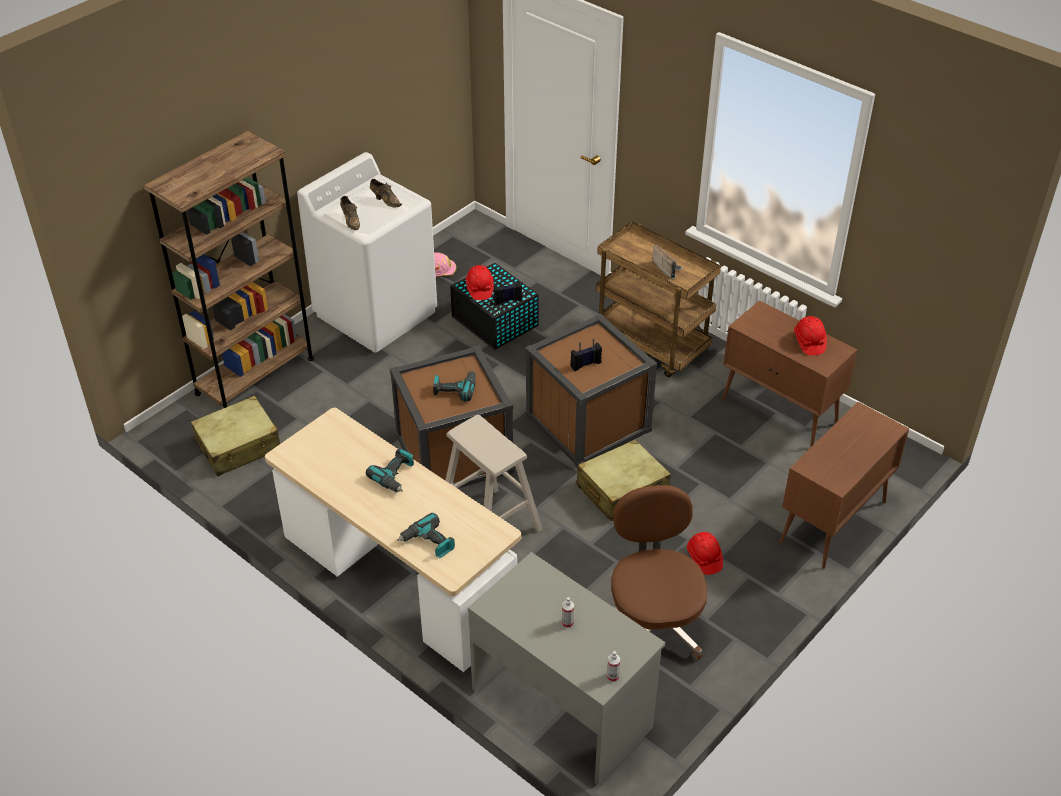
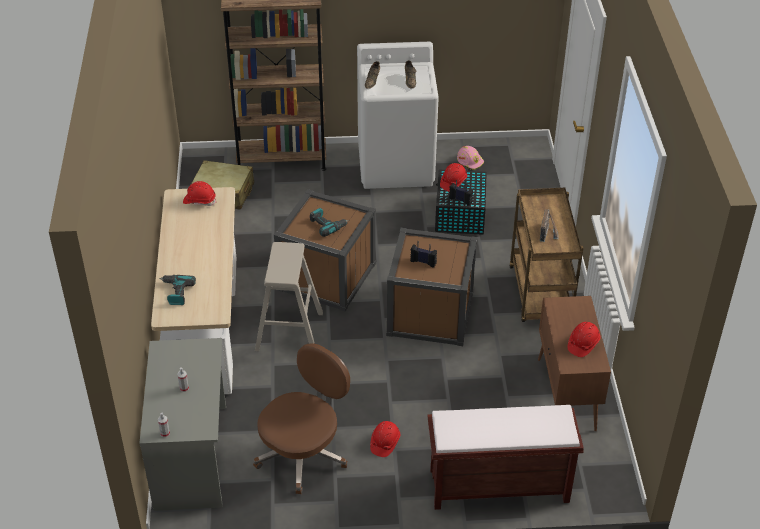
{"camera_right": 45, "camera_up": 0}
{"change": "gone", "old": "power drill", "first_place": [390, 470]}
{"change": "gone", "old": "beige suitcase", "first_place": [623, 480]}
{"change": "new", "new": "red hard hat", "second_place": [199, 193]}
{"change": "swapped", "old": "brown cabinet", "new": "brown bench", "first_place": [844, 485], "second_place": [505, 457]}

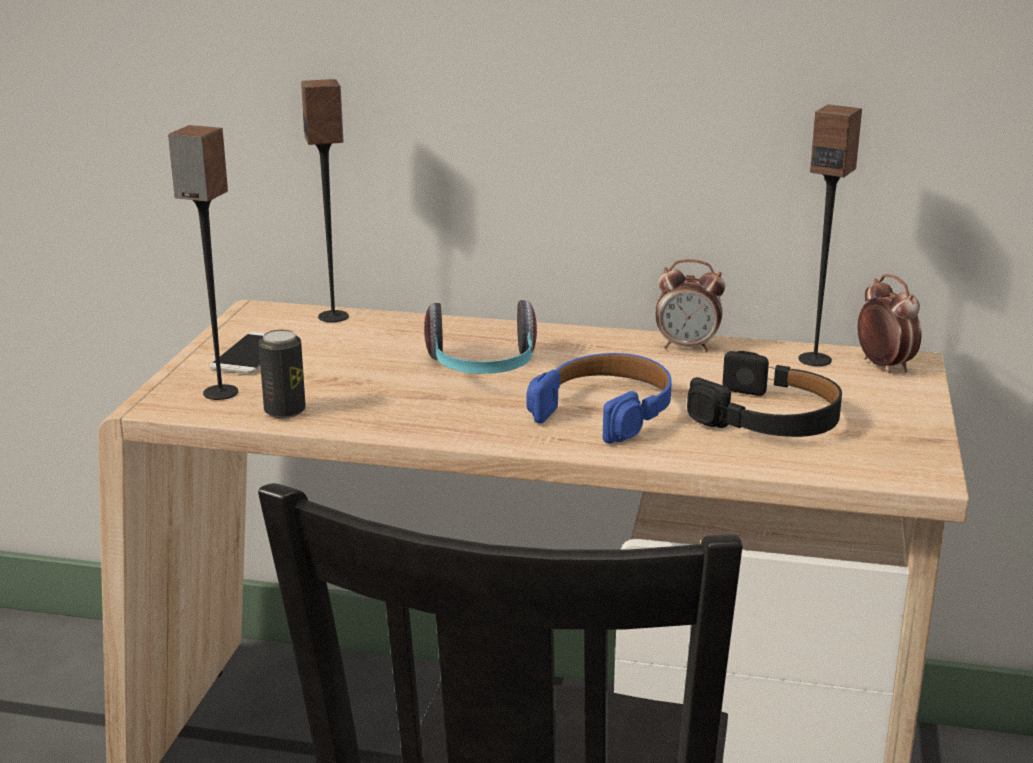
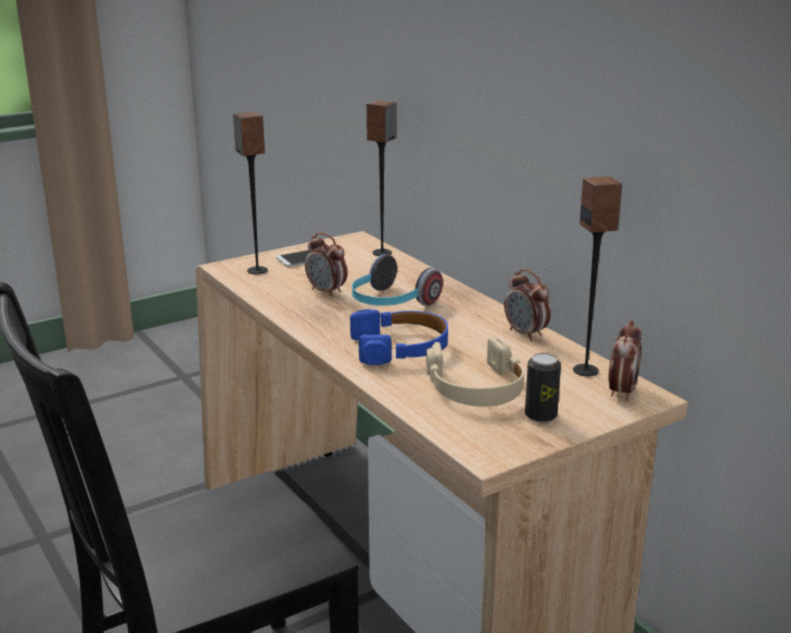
{"camera_right": 45, "camera_up": 0}
{"change": "new", "new": "alarm clock", "second_place": [326, 265]}
{"change": "shifted", "old": "can", "first_place": [282, 373], "second_place": [543, 387]}
{"change": "repainted", "old": "black headphones", "new": "beige headphones", "first_place": [764, 394], "second_place": [475, 372]}

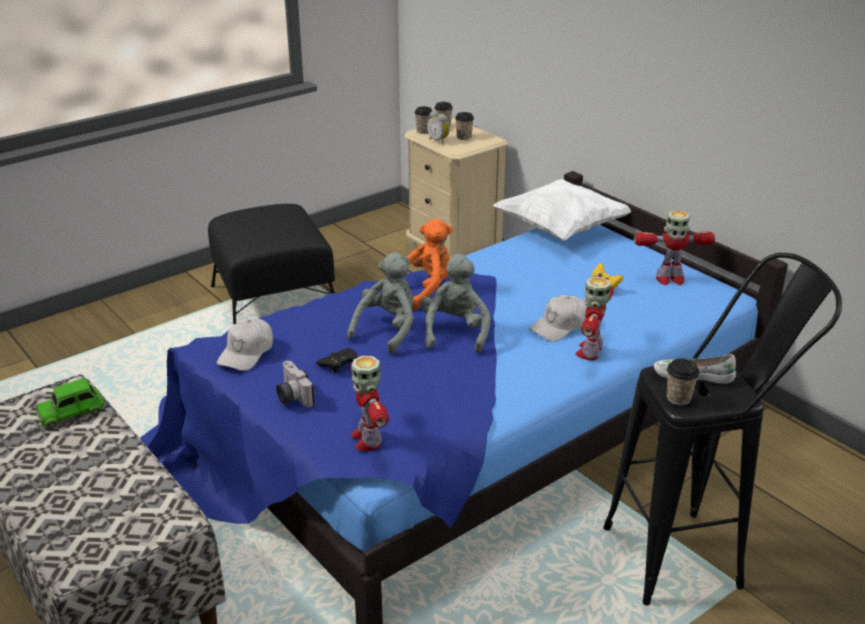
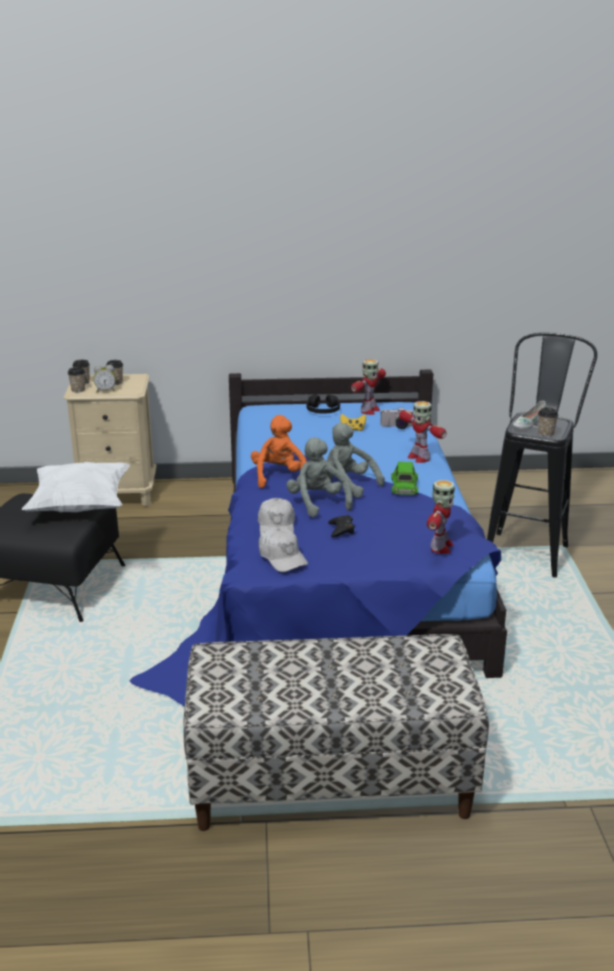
{"camera_right": -55, "camera_up": -5}
{"change": "new", "new": "black headphones", "second_place": [323, 404]}
{"change": "shifted", "old": "green toy car", "first_place": [69, 403], "second_place": [404, 478]}
{"change": "shifted", "old": "photo camera", "first_place": [295, 384], "second_place": [396, 418]}
{"change": "shifted", "old": "white pillow", "first_place": [561, 210], "second_place": [76, 487]}
{"change": "shifted", "old": "white cap", "first_place": [558, 318], "second_place": [276, 516]}
{"change": "rotated", "old": "toy robot", "first_place": [369, 403], "second_place": [441, 517], "degrees": -90}

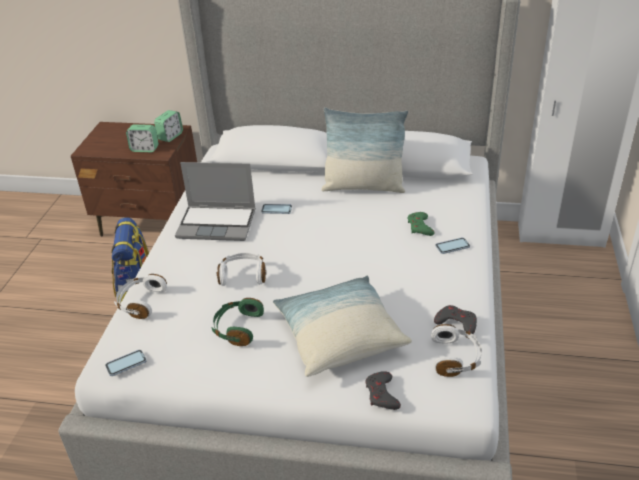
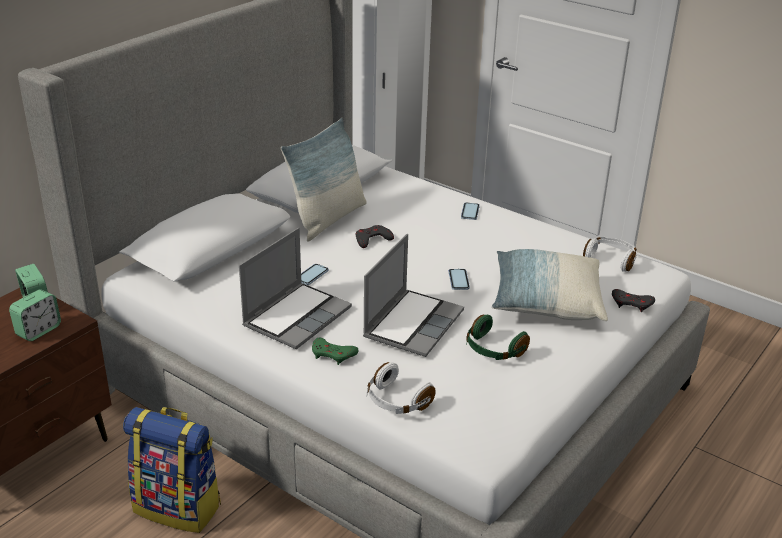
{"camera_right": -65, "camera_up": -5}
{"change": "shifted", "old": "phone", "first_place": [126, 363], "second_place": [459, 279]}
{"change": "shifted", "old": "green game controller", "first_place": [421, 224], "second_place": [335, 351]}
{"change": "shifted", "old": "grey game controller", "first_place": [455, 319], "second_place": [375, 236]}
{"change": "swapped", "old": "white headphones", "new": "laptop", "first_place": [242, 269], "second_place": [413, 295]}

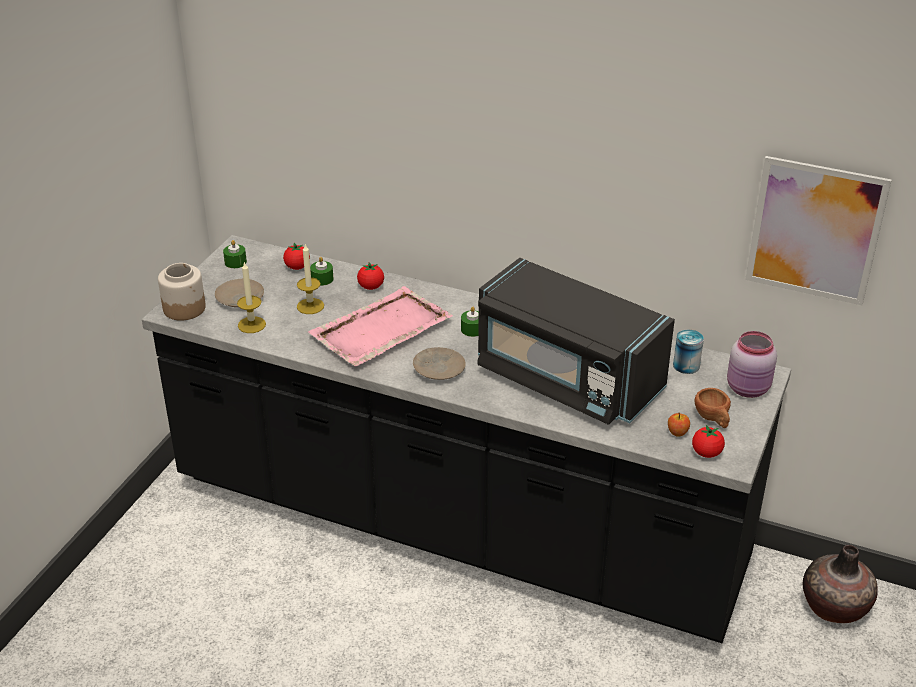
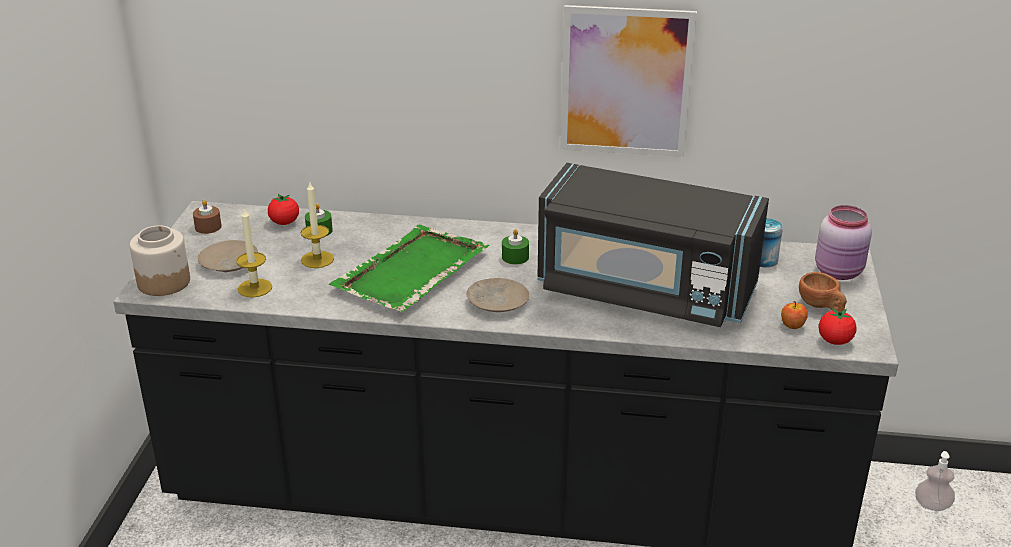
{"camera_right": -15, "camera_up": -5}
{"change": "gone", "old": "tomato", "first_place": [370, 276]}
{"change": "shifted", "old": "picture", "first_place": [818, 230], "second_place": [628, 81]}
{"change": "swapped", "old": "vase", "new": "soap dispenser", "first_place": [840, 584], "second_place": [935, 481]}
{"change": "repainted", "old": "green candle", "new": "brown candle", "first_place": [235, 254], "second_place": [207, 216]}
{"change": "repainted", "old": "pink tray", "new": "green tray", "first_place": [380, 326], "second_place": [409, 268]}

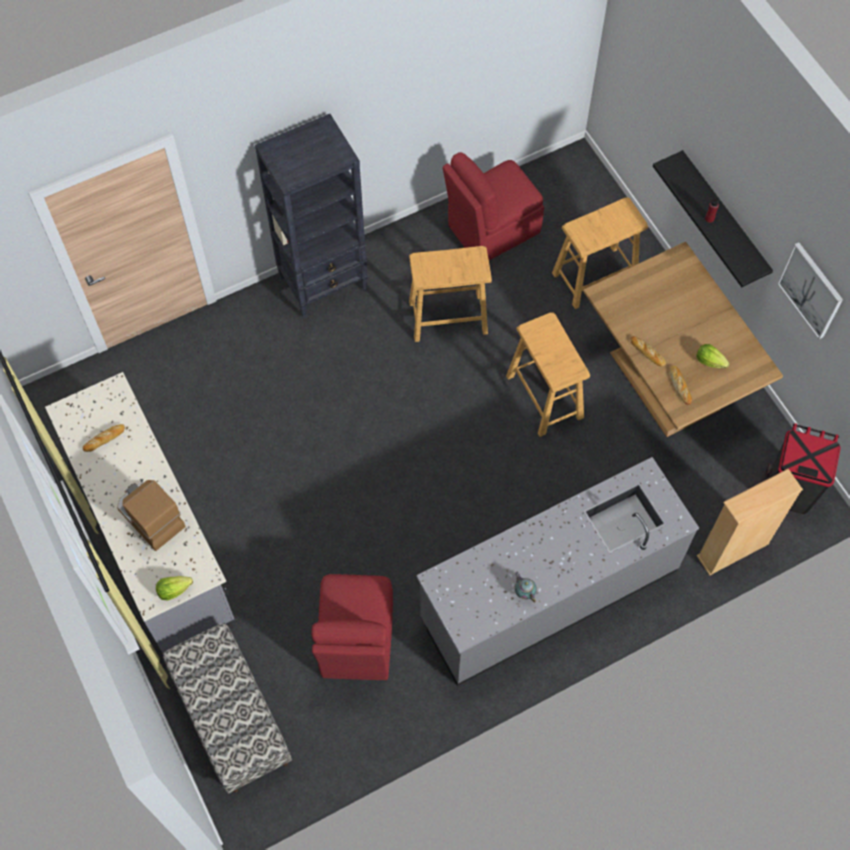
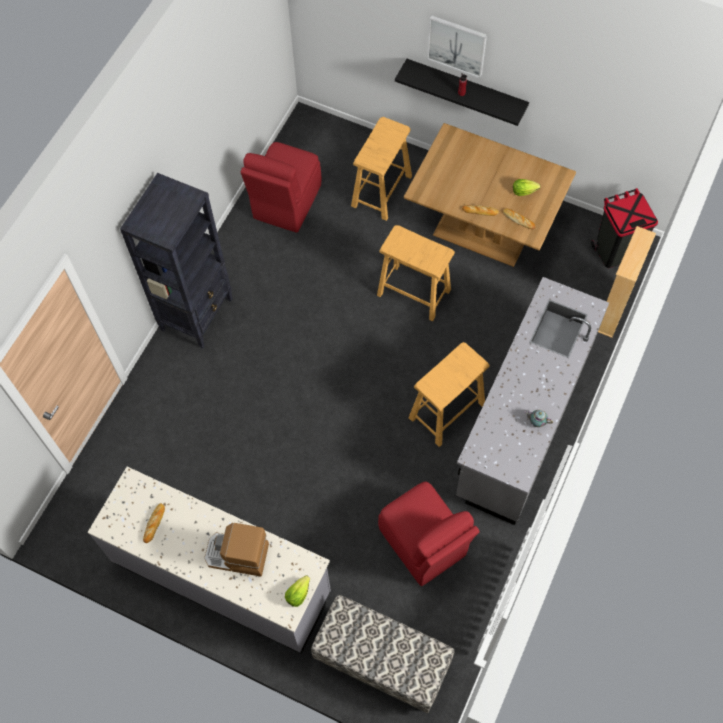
{"camera_right": -35, "camera_up": 0}
{"change": "shifted", "old": "beige stool", "first_place": [450, 294], "second_place": [449, 394]}
{"change": "shifted", "old": "picture", "first_place": [810, 290], "second_place": [457, 46]}

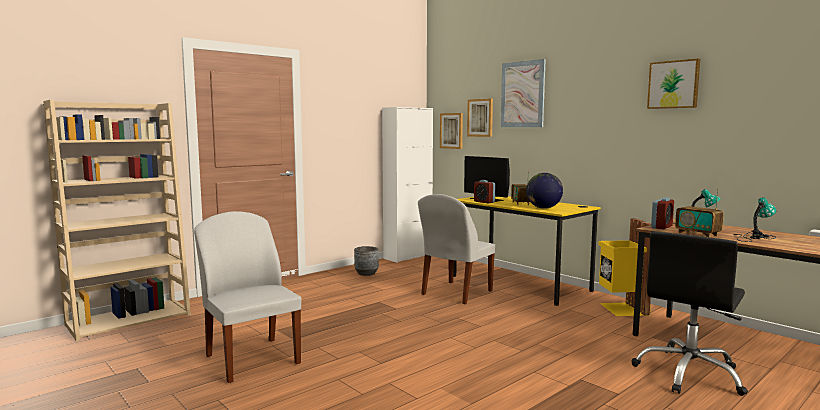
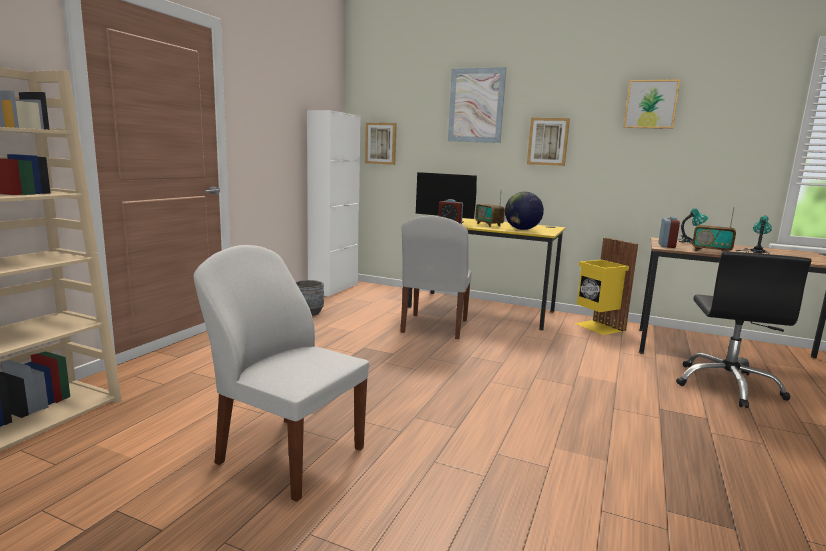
{"camera_right": -25, "camera_up": 5}
{"change": "shifted", "old": "picture", "first_place": [480, 117], "second_place": [548, 142]}

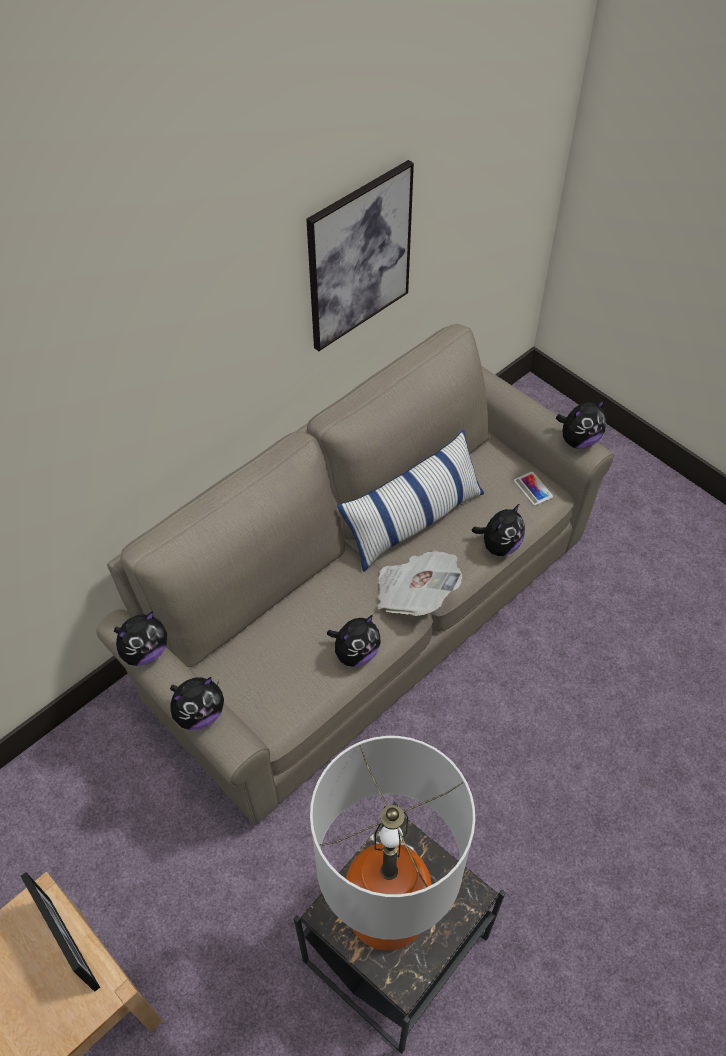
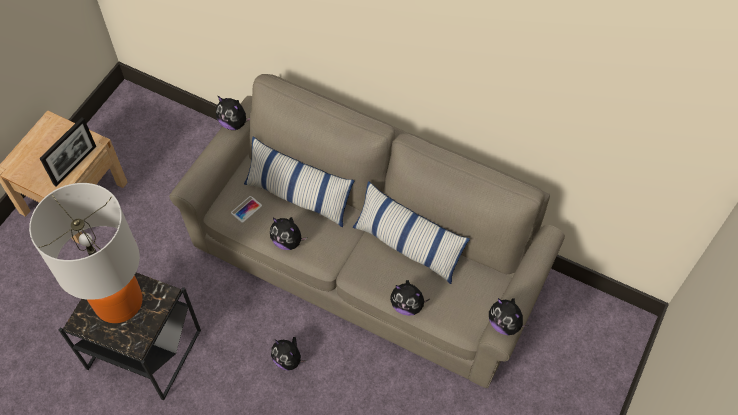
{"camera_right": 70, "camera_up": 5}
{"change": "gone", "old": "picture", "first_place": [360, 255]}
{"change": "gone", "old": "newspaper", "first_place": [419, 583]}
{"change": "new", "new": "pillow", "second_place": [299, 182]}
{"change": "shifted", "old": "plush toy", "first_place": [197, 703], "second_place": [288, 353]}
{"change": "shifted", "old": "phone", "first_place": [533, 489], "second_place": [246, 209]}

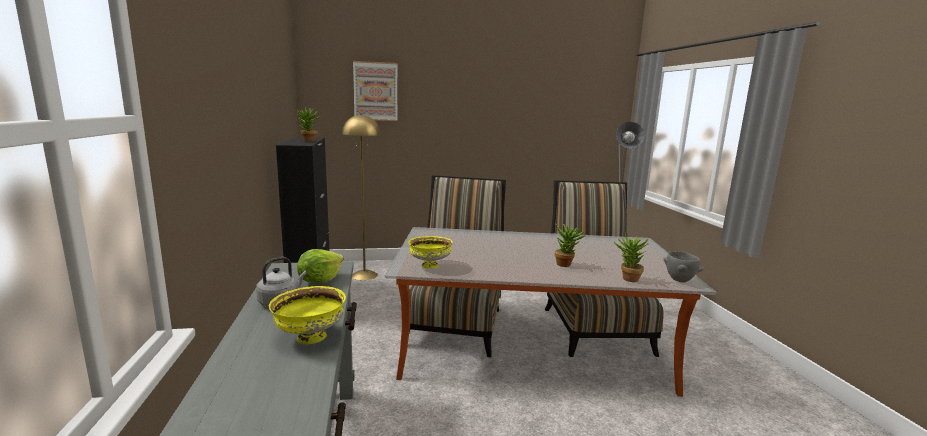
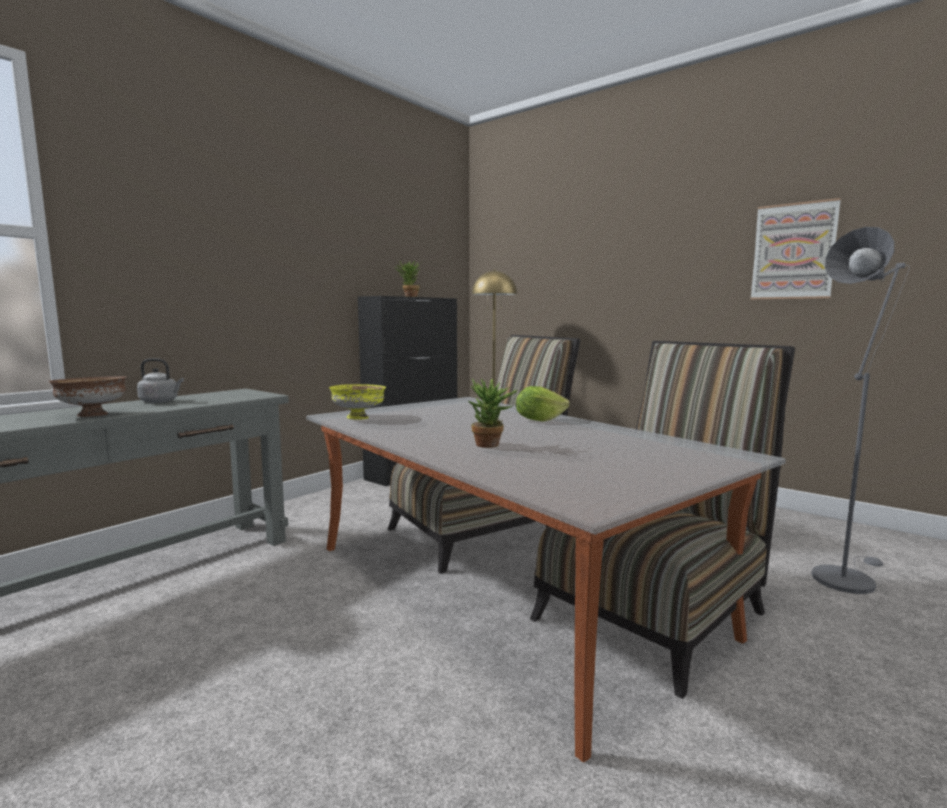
{"camera_right": 50, "camera_up": -5}
{"change": "gone", "old": "potted plant", "first_place": [631, 257]}
{"change": "gone", "old": "grey bowl", "first_place": [684, 267]}
{"change": "shifted", "old": "lettuce", "first_place": [320, 266], "second_place": [543, 404]}
{"change": "shifted", "old": "picture", "first_place": [375, 91], "second_place": [795, 249]}
{"change": "repainted", "old": "yellow bowl", "new": "brown bowl", "first_place": [307, 315], "second_place": [88, 396]}

